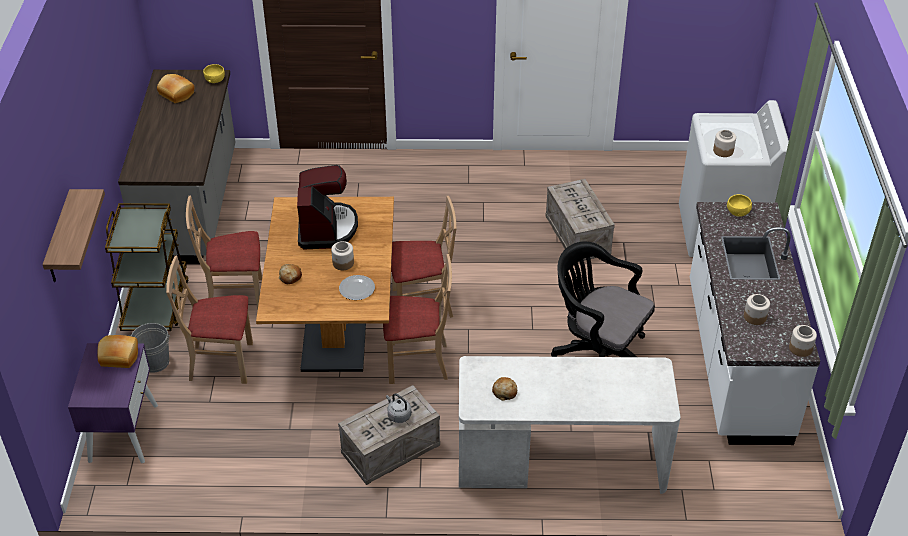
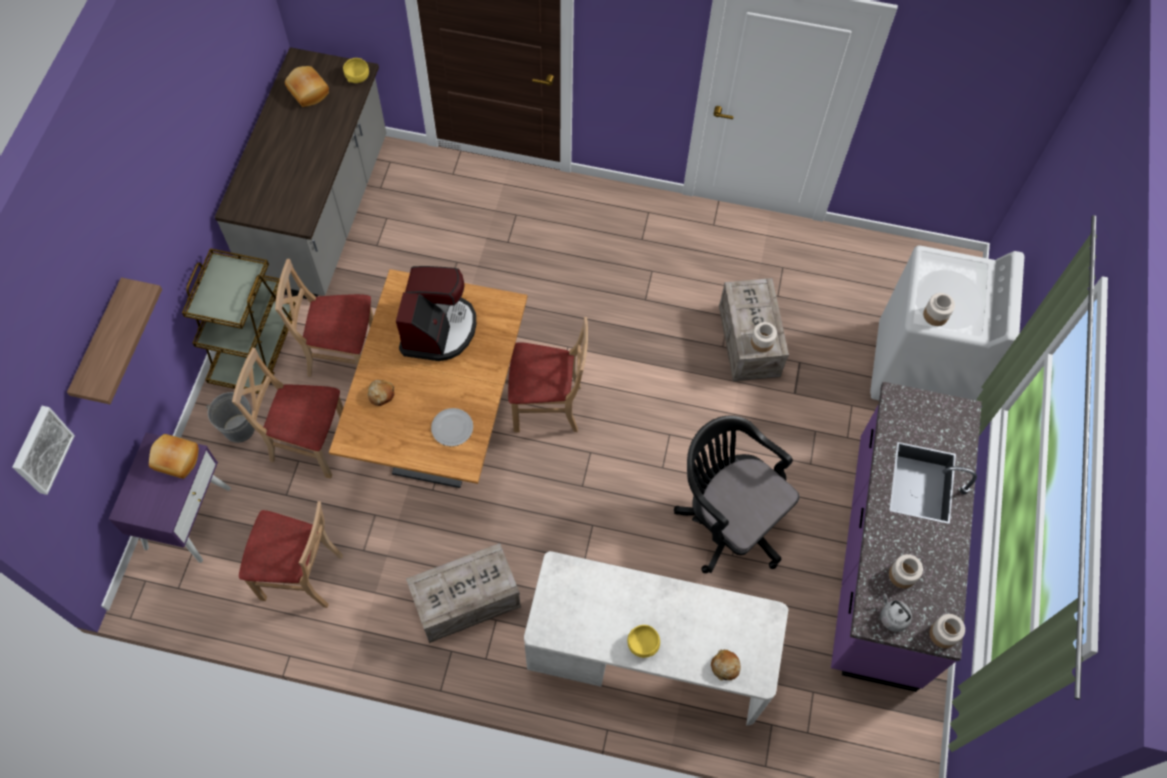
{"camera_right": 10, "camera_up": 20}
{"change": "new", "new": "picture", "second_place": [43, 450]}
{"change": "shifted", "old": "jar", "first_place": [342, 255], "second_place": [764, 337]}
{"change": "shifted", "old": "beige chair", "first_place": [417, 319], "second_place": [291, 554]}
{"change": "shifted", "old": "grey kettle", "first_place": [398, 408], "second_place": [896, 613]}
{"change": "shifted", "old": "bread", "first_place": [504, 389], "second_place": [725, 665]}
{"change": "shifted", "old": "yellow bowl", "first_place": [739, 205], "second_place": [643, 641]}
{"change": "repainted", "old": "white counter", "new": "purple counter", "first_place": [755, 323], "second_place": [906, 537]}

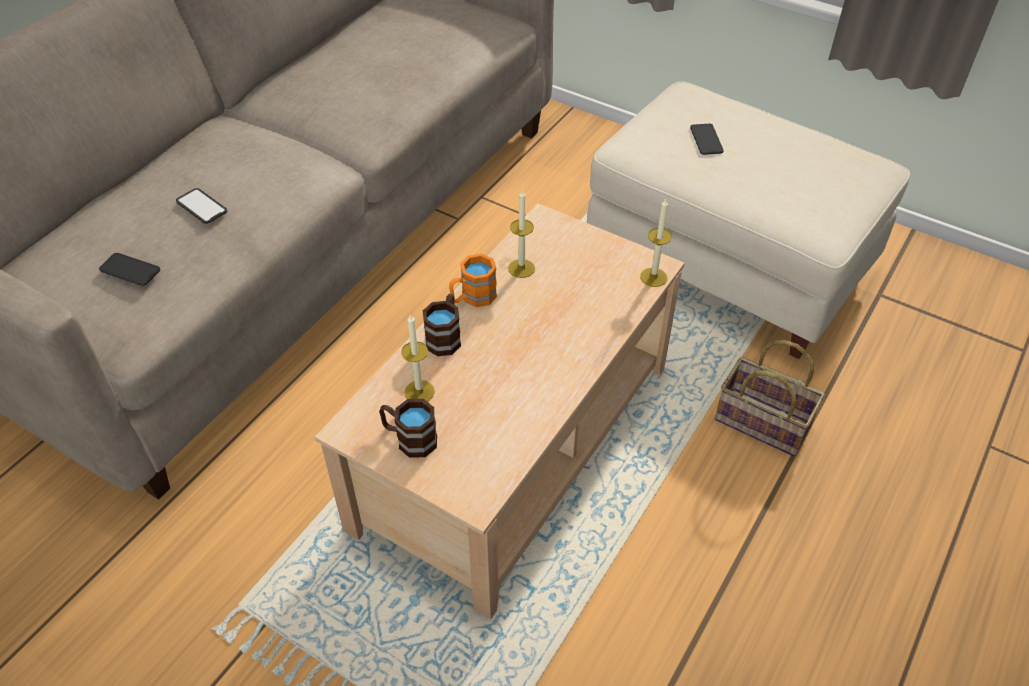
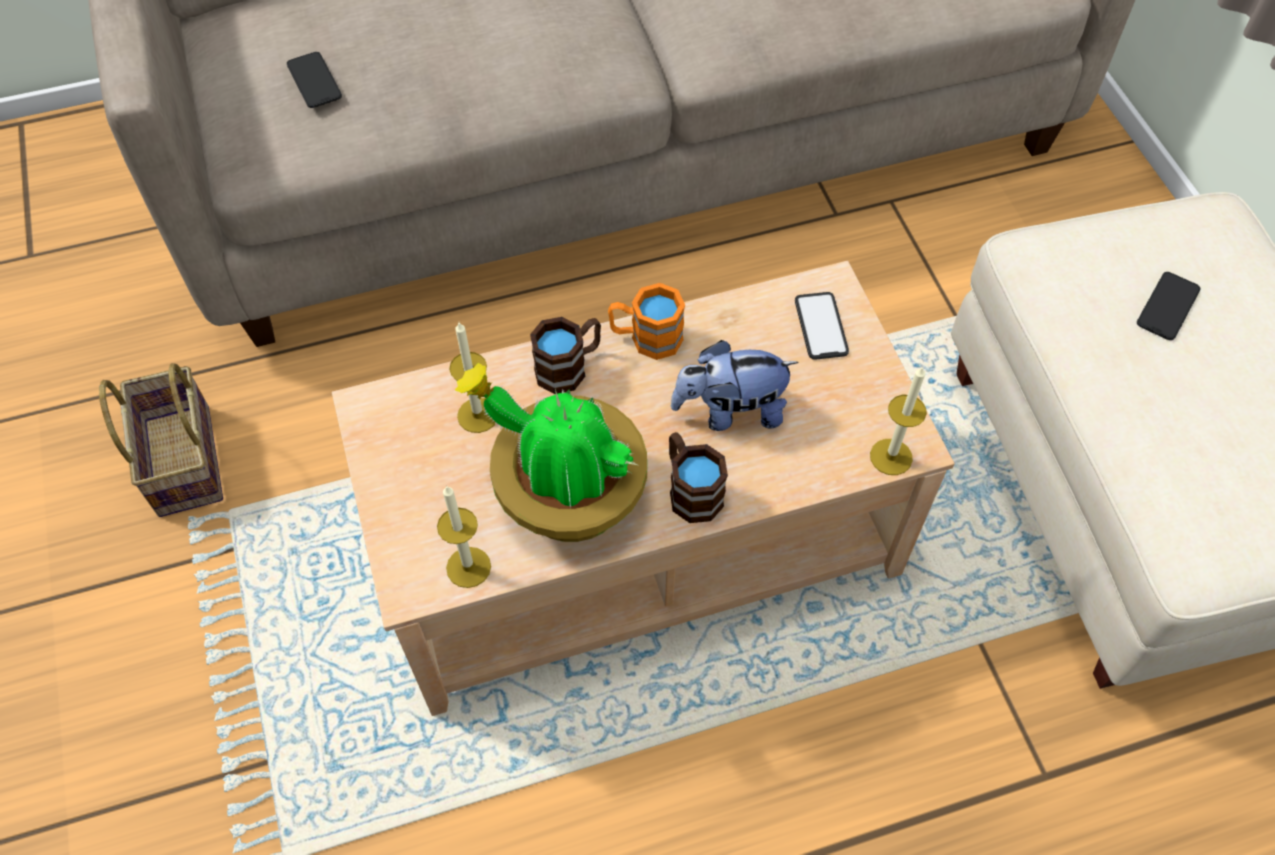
{"camera_right": 40, "camera_up": 10}
{"change": "new", "new": "potted plant", "second_place": [551, 452]}
{"change": "new", "new": "plush toy", "second_place": [735, 385]}
{"change": "shifted", "old": "phone", "first_place": [201, 206], "second_place": [822, 326]}
{"change": "shifted", "old": "brown mug", "first_place": [408, 428], "second_place": [698, 477]}
{"change": "shifted", "old": "candle", "first_place": [521, 234], "second_place": [464, 536]}
{"change": "shifted", "old": "basket", "first_place": [770, 398], "second_place": [161, 440]}

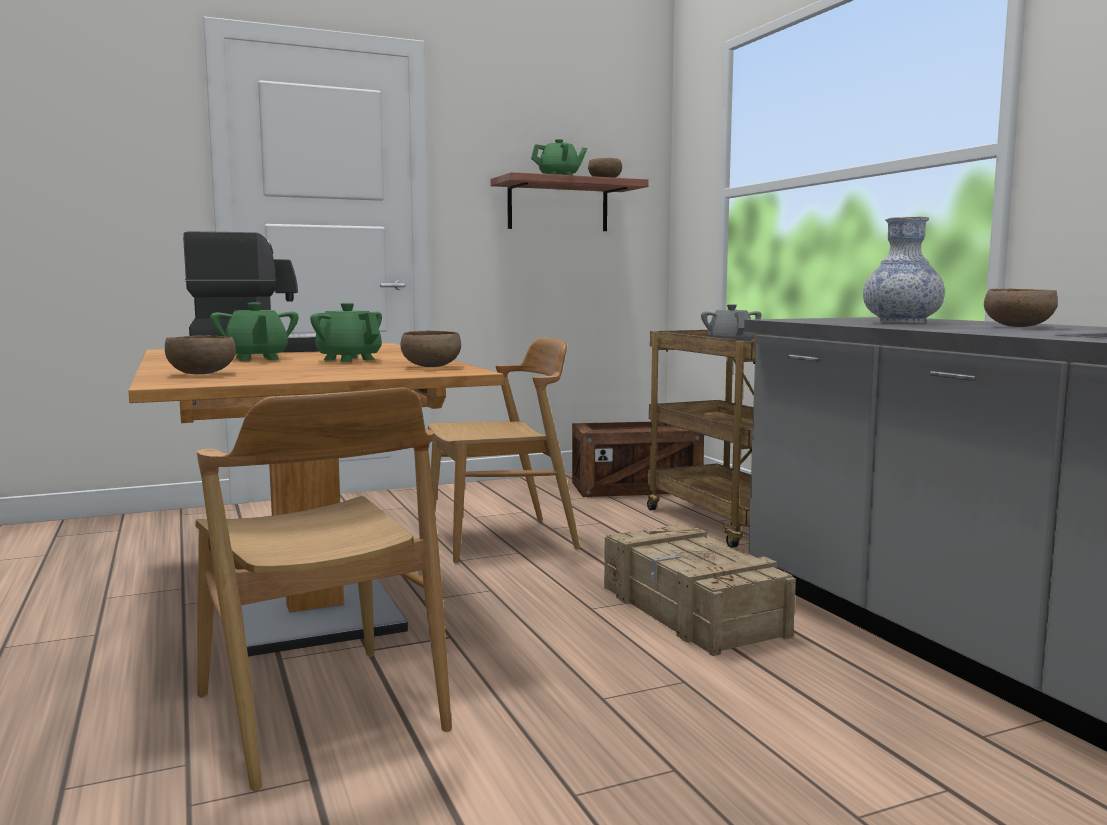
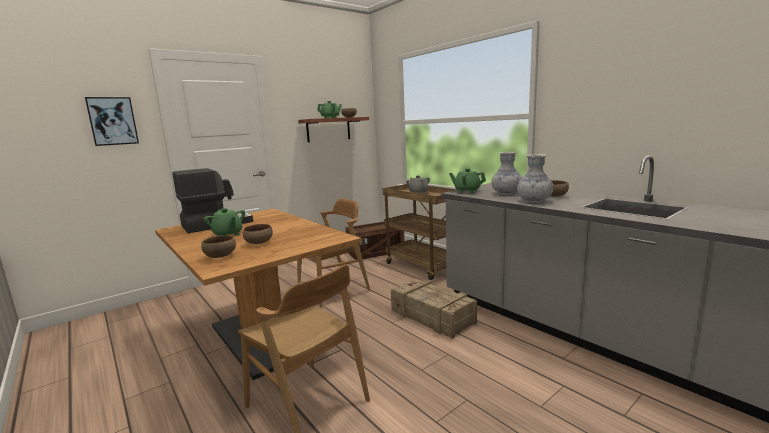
{"camera_right": -15, "camera_up": 5}
{"change": "new", "new": "picture", "second_place": [112, 121]}
{"change": "new", "new": "vase", "second_place": [535, 178]}
{"change": "shifted", "old": "green teapot", "first_place": [346, 332], "second_place": [467, 180]}
{"change": "shifted", "old": "brown bowl", "first_place": [430, 348], "second_place": [258, 234]}

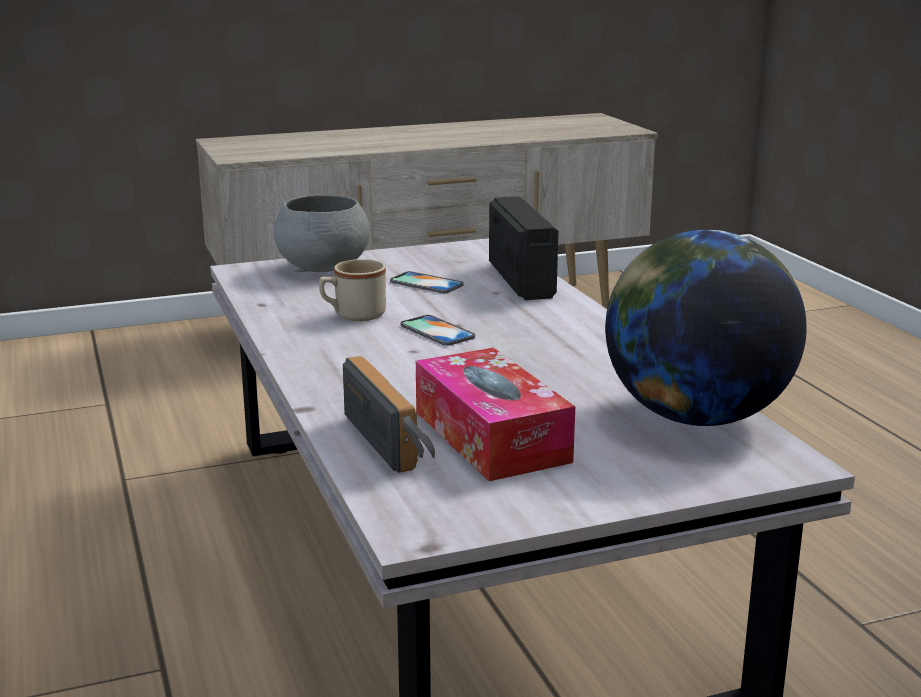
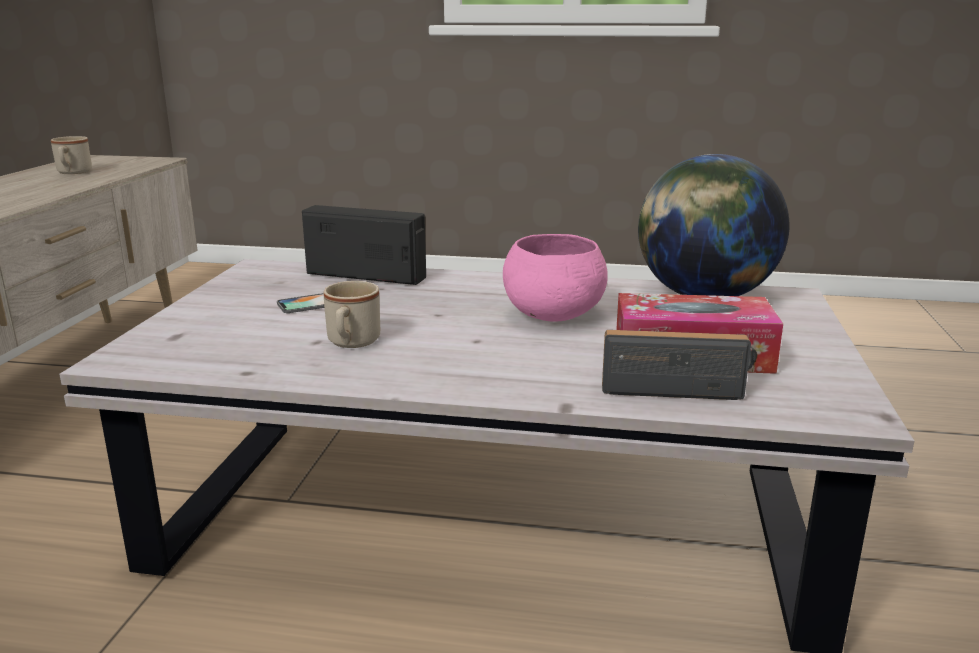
{"camera_right": -60, "camera_up": 0}
{"change": "gone", "old": "grey bowl", "first_place": [322, 233]}
{"change": "gone", "old": "phone", "first_place": [438, 330]}
{"change": "new", "new": "beige mug", "second_place": [71, 155]}
{"change": "new", "new": "pink bowl", "second_place": [555, 278]}

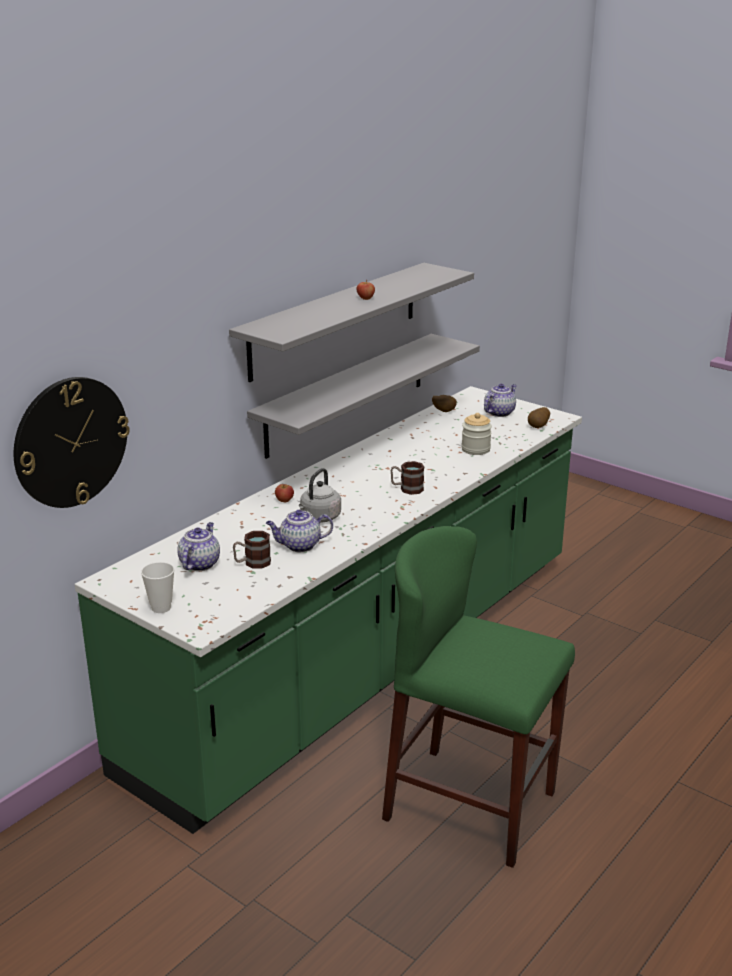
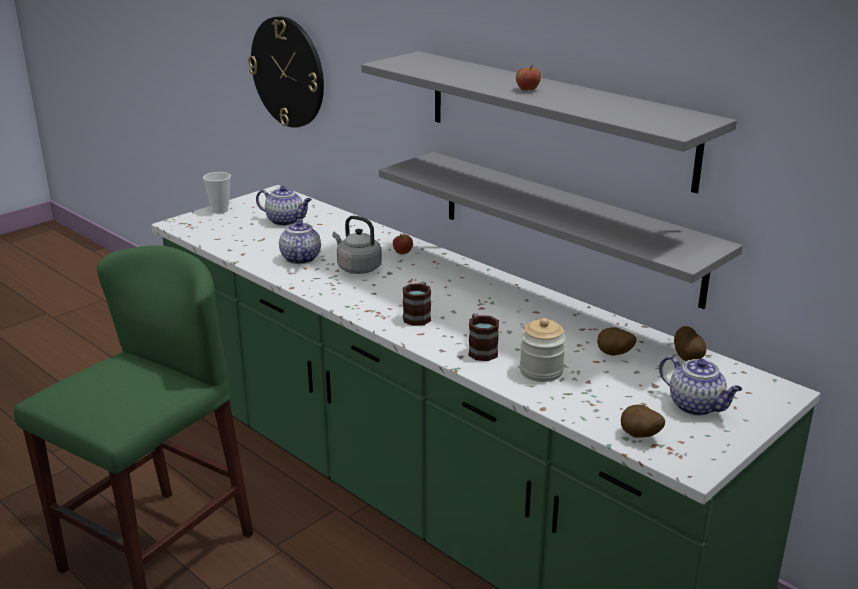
{"camera_right": 95, "camera_up": 0}
{"change": "new", "new": "potato", "second_place": [617, 341]}
{"change": "shifted", "old": "mug", "first_place": [252, 550], "second_place": [483, 337]}

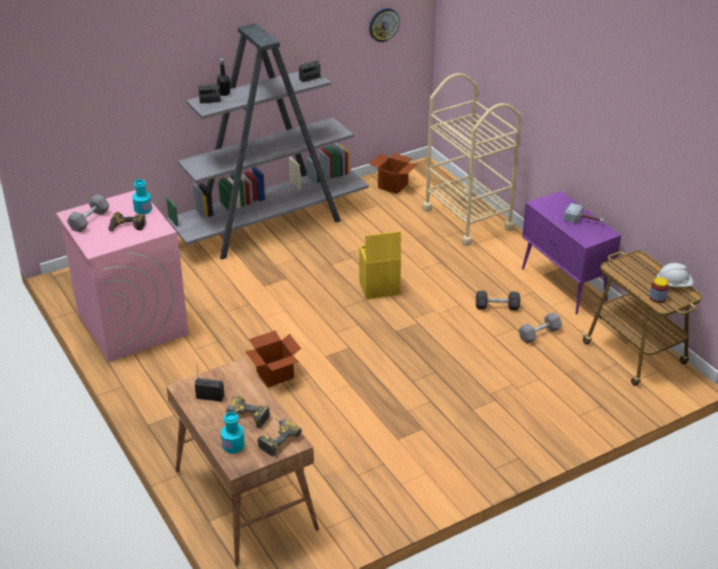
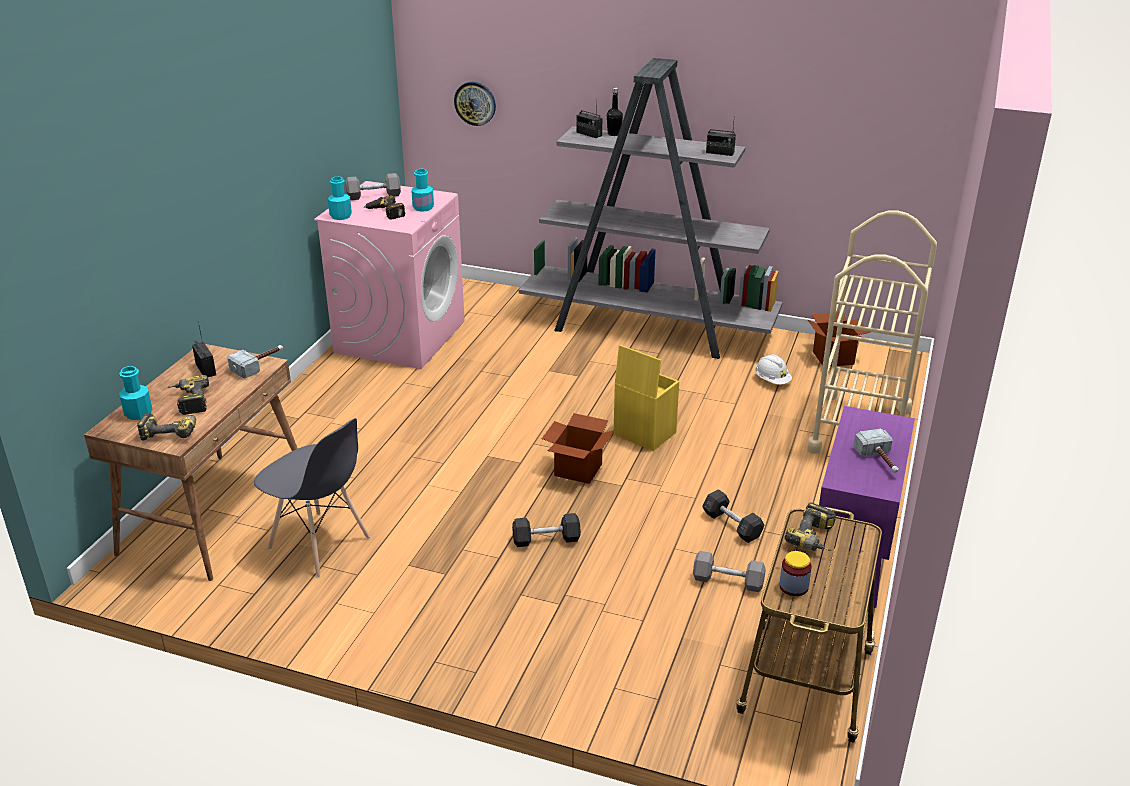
{"camera_right": 50, "camera_up": -5}
{"change": "new", "new": "hammer", "second_place": [255, 361]}
{"change": "new", "new": "grey chair", "second_place": [312, 497]}
{"change": "new", "new": "turquoise bottle", "second_place": [340, 198]}
{"change": "new", "new": "grey dumbbell", "second_place": [546, 530]}
{"change": "new", "new": "power drill", "second_place": [810, 527]}
{"change": "shifted", "old": "cardboard box", "first_place": [273, 358], "second_place": [578, 448]}
{"change": "shifted", "old": "wall clock", "first_place": [384, 25], "second_place": [475, 103]}
{"change": "shifted", "old": "white hard hat", "first_place": [675, 275], "second_place": [773, 369]}

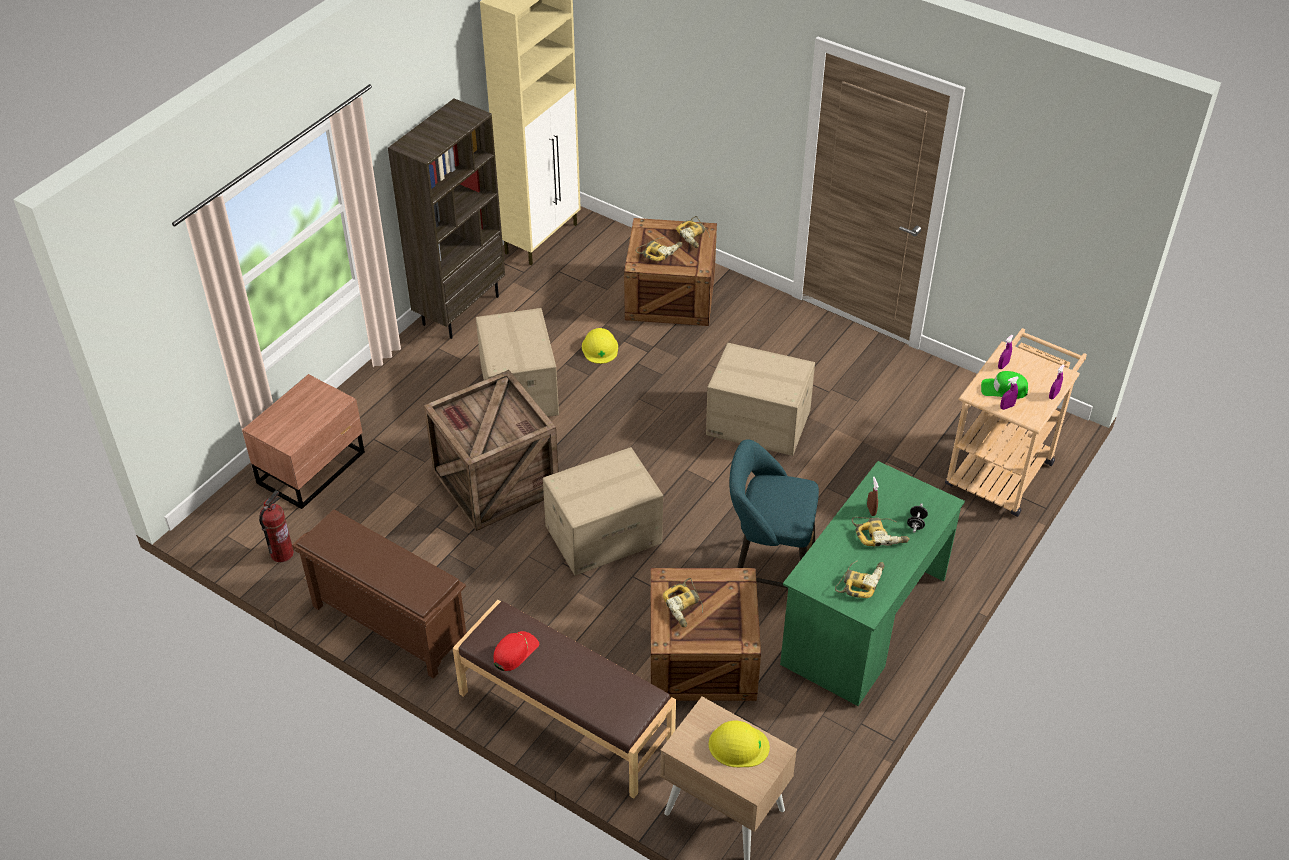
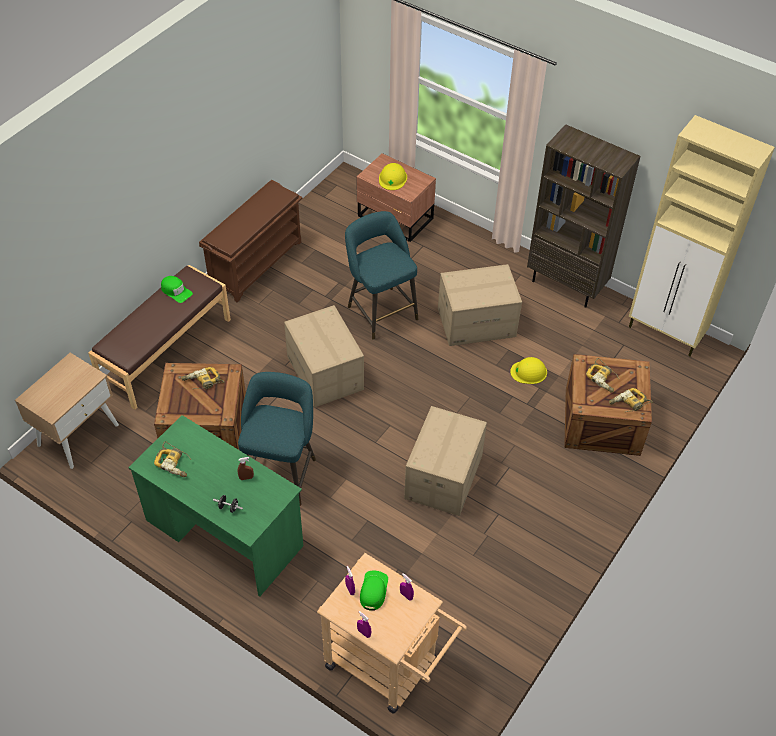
{"camera_right": 90, "camera_up": 5}
{"change": "gone", "old": "fire extinguisher", "first_place": [276, 526]}
{"change": "gone", "old": "power drill", "first_place": [880, 532]}
{"change": "shifted", "old": "yellow hard hat", "first_place": [739, 744], "second_place": [393, 176]}
{"change": "swapped", "old": "crate", "new": "turquoise stool", "first_place": [491, 450], "second_place": [381, 275]}
{"change": "repainted", "old": "red cap", "new": "green cap", "first_place": [516, 651], "second_place": [177, 289]}

